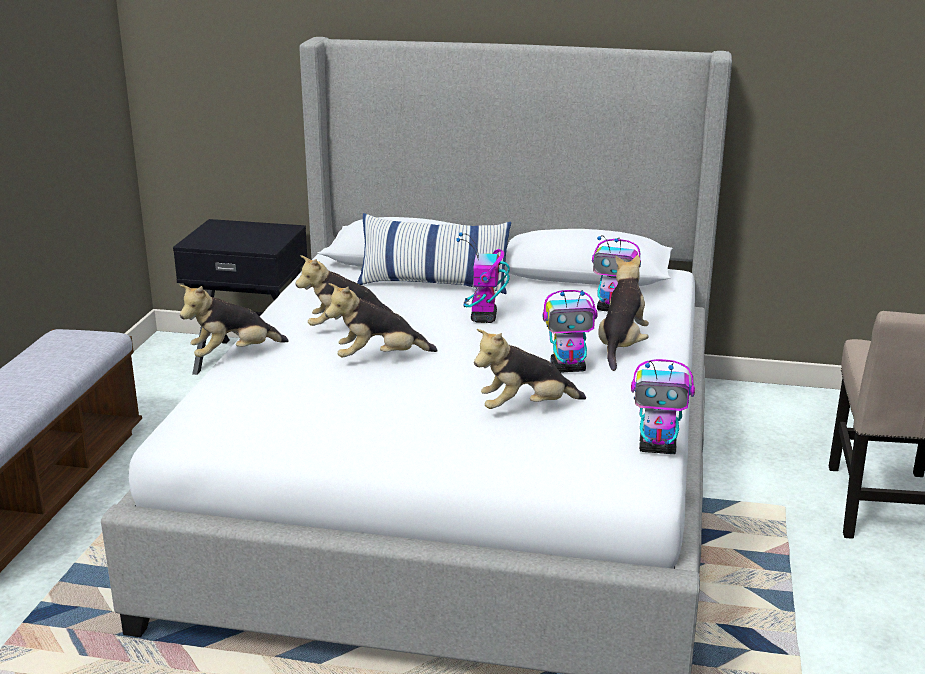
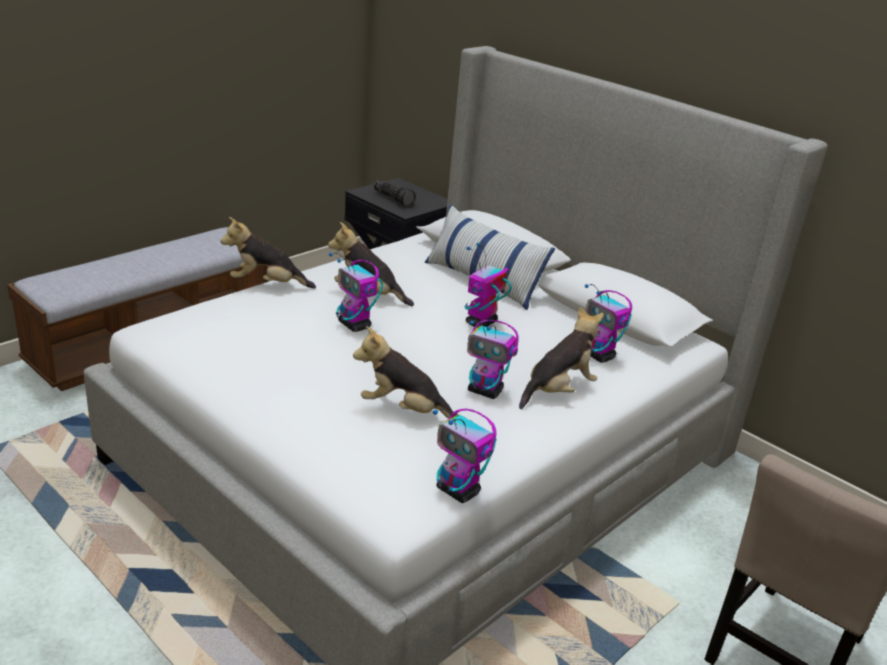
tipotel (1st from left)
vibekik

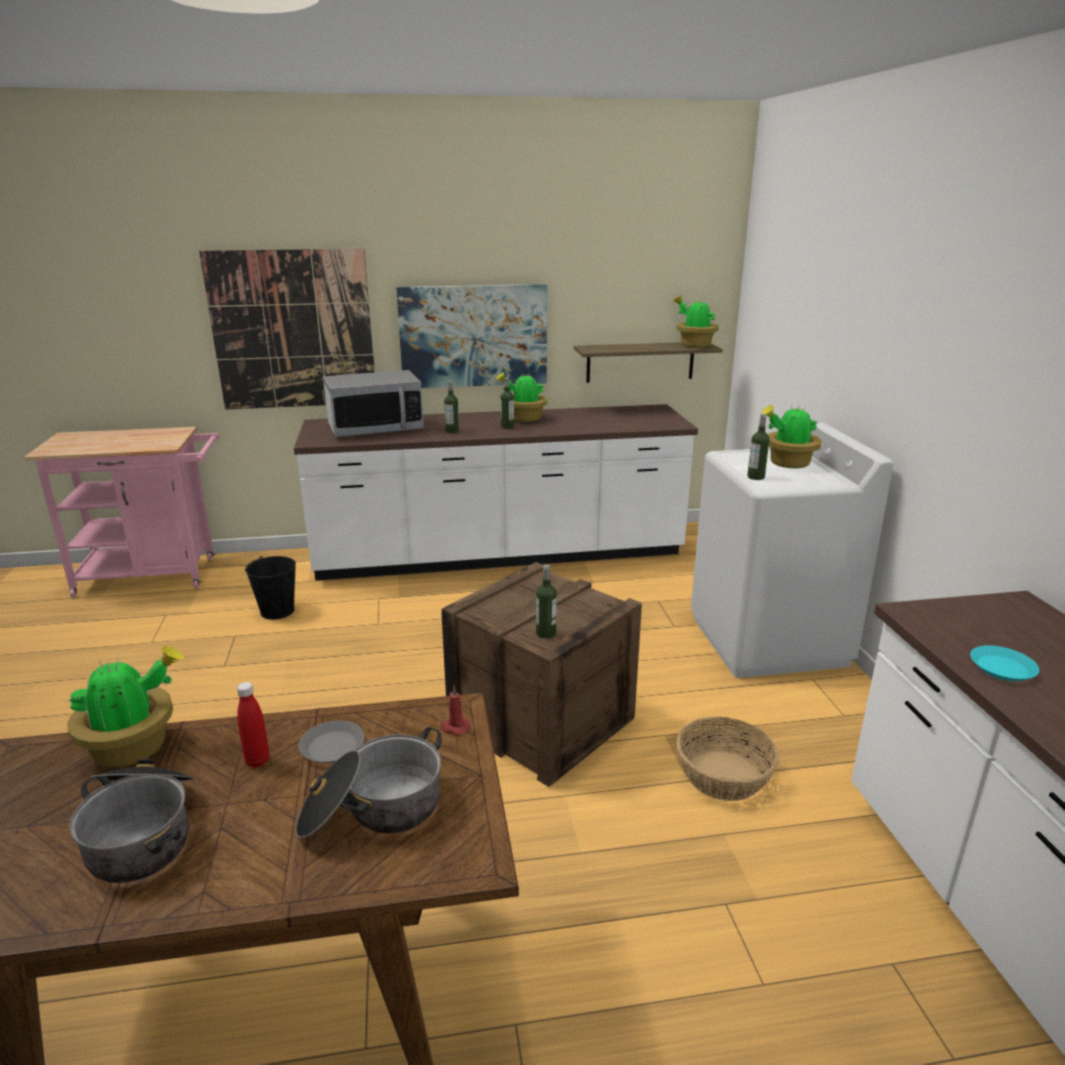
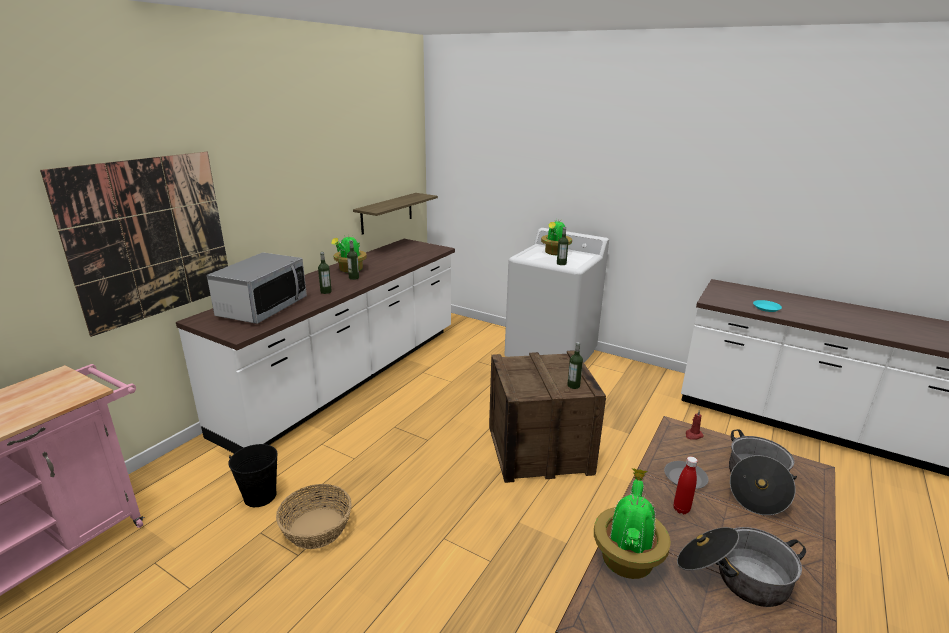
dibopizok (2nd from left in the first image)
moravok (3rd from left in the first image)
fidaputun

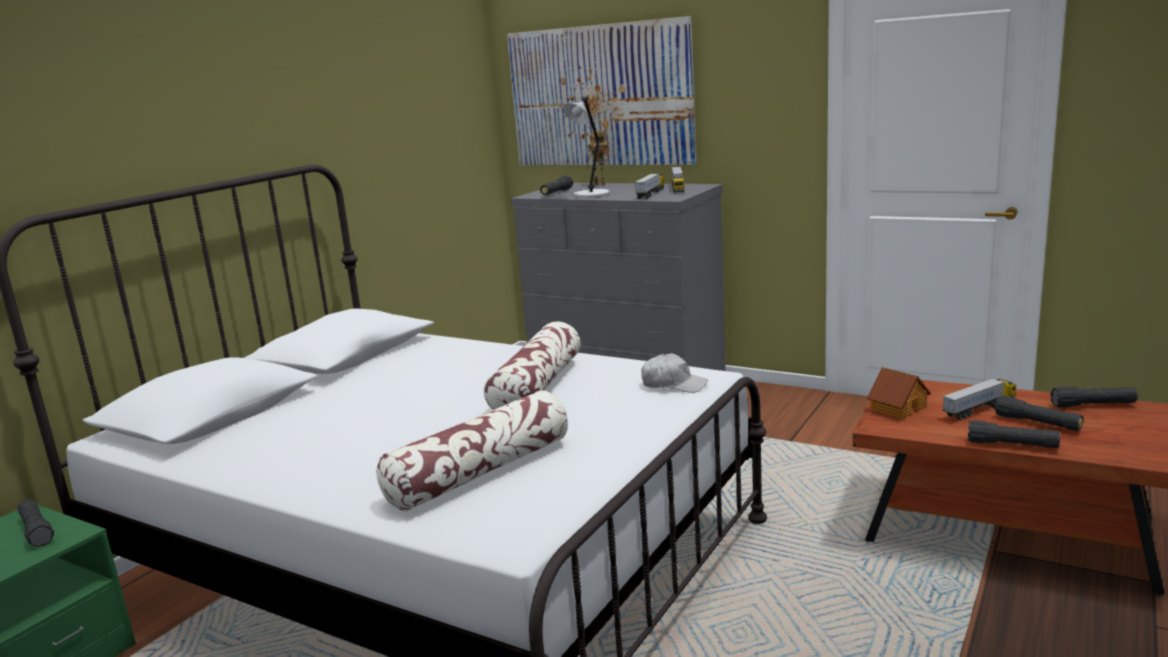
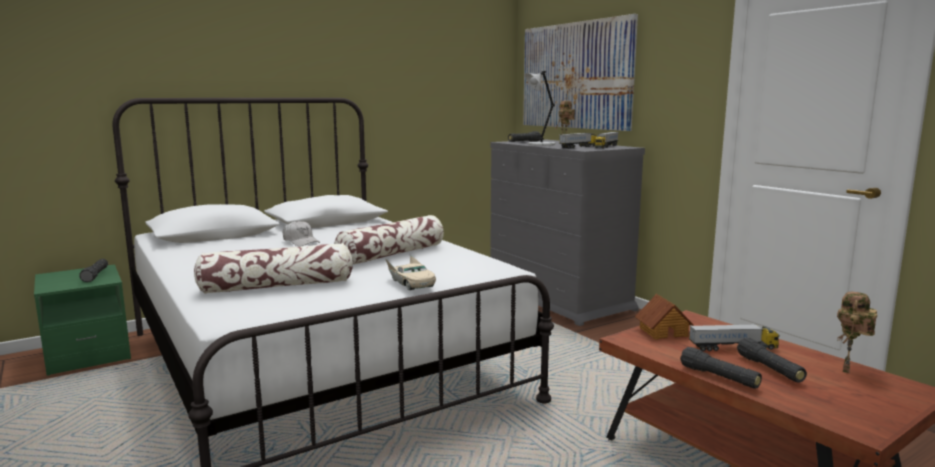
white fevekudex
tipotel (2nd from left)
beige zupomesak

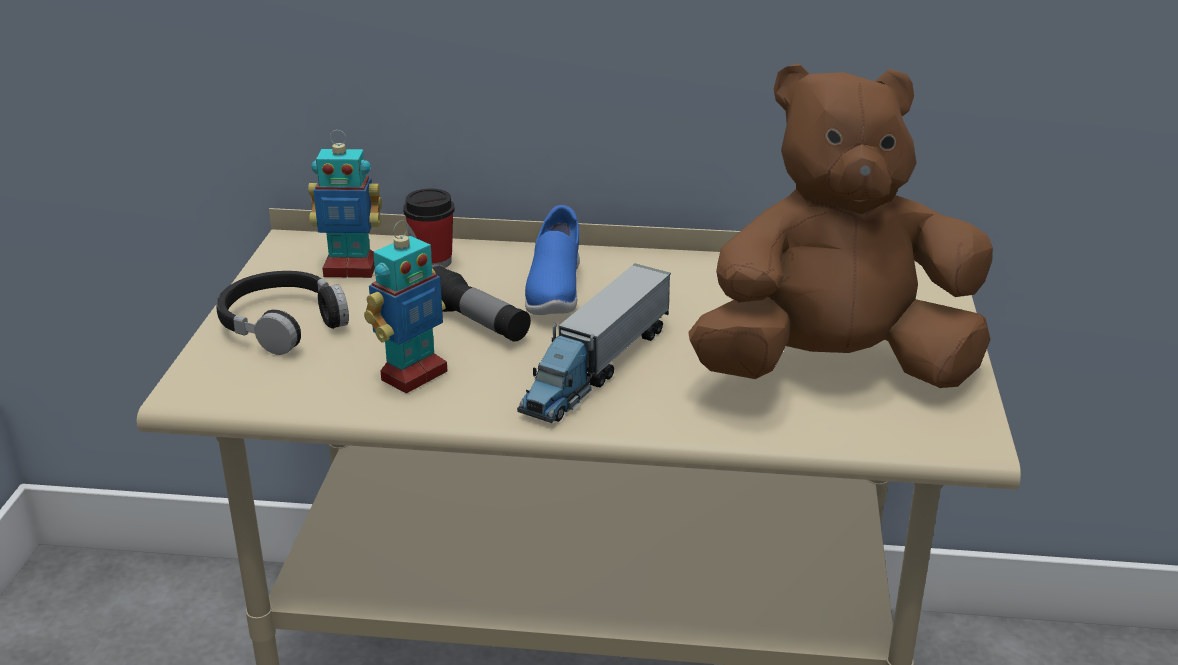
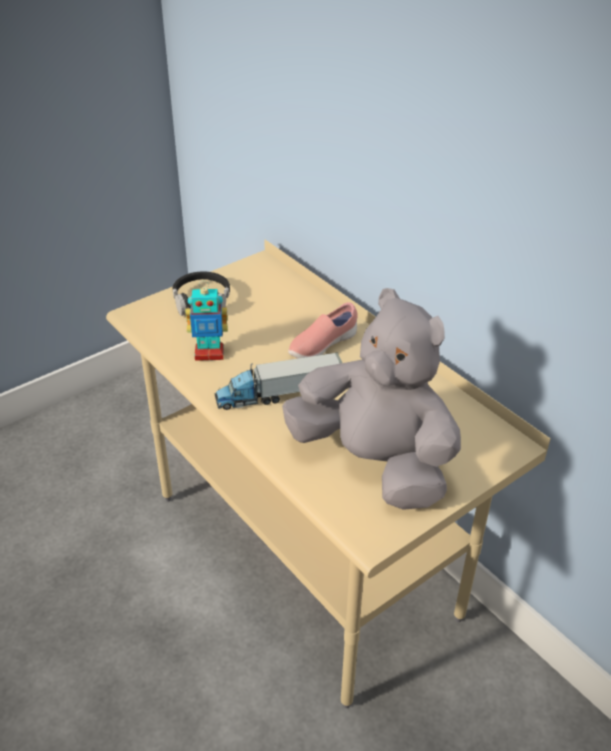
tipotel (1st from left in the first image)
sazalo
vibekik
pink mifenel
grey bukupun

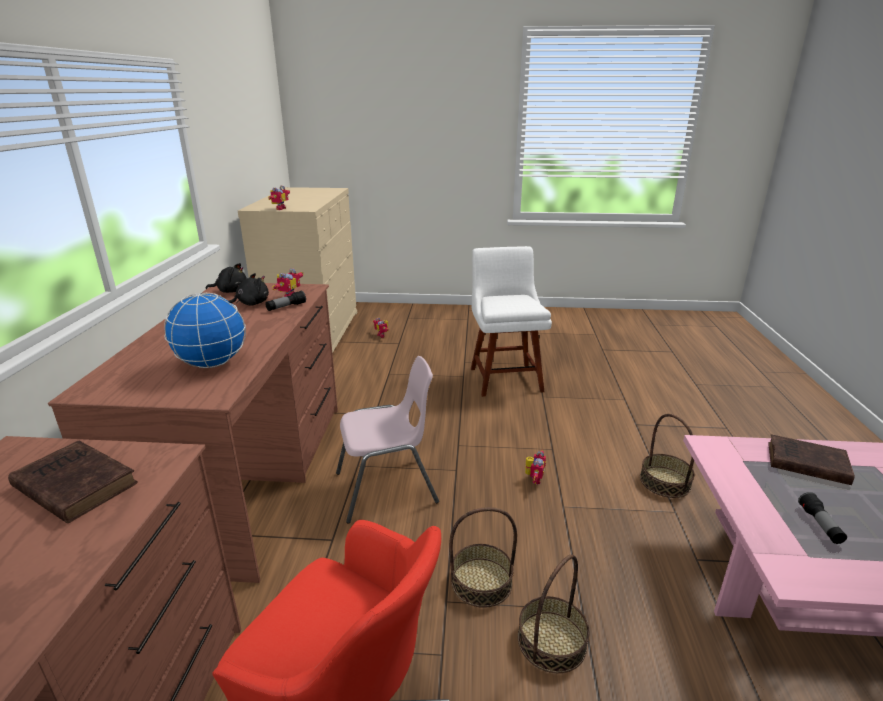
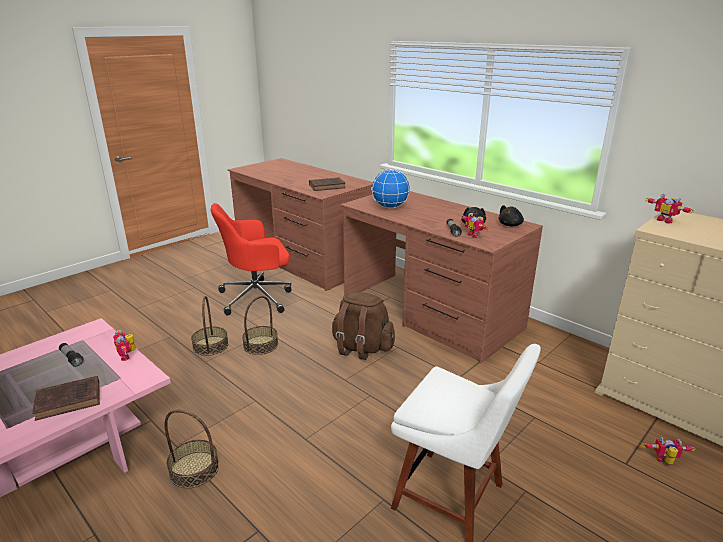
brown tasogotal
tipotel (1st from left)

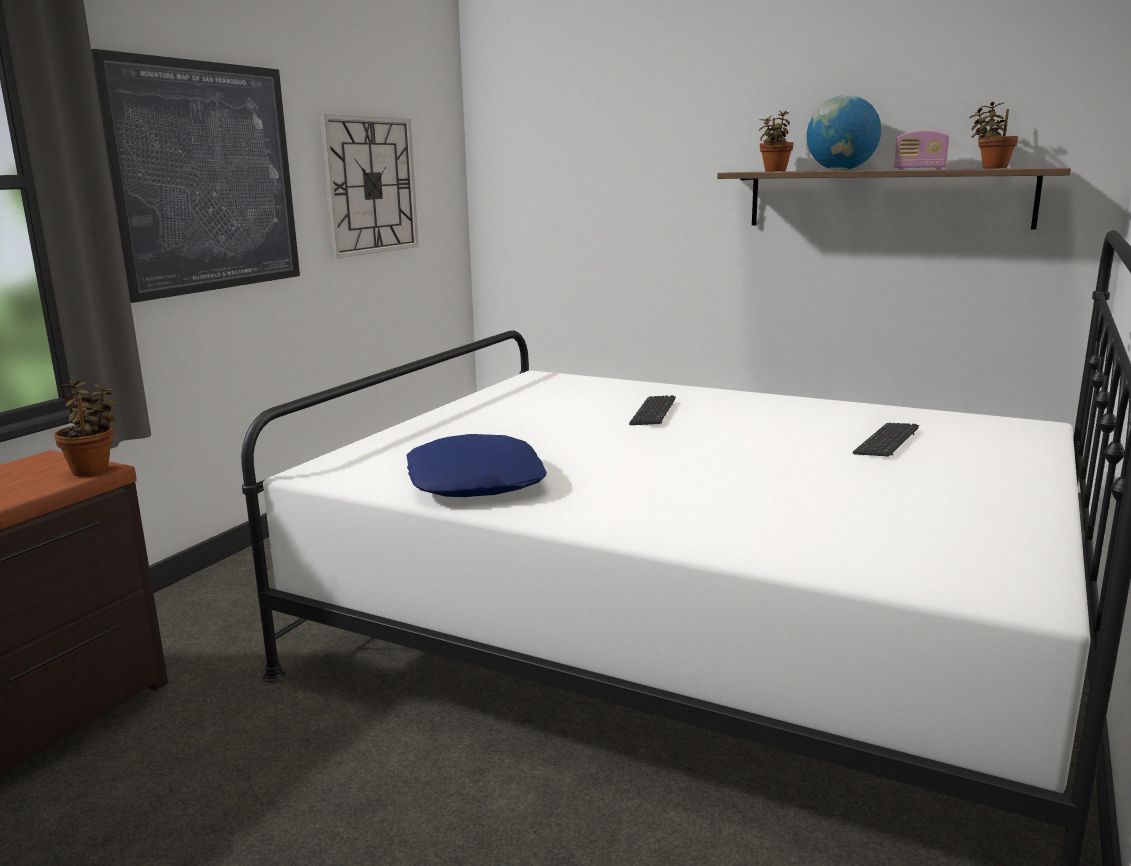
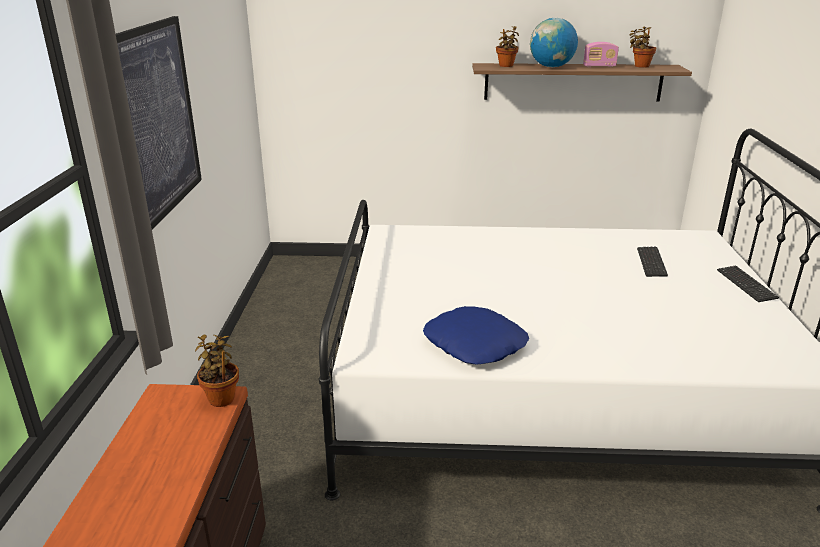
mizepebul
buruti (2nd from left)

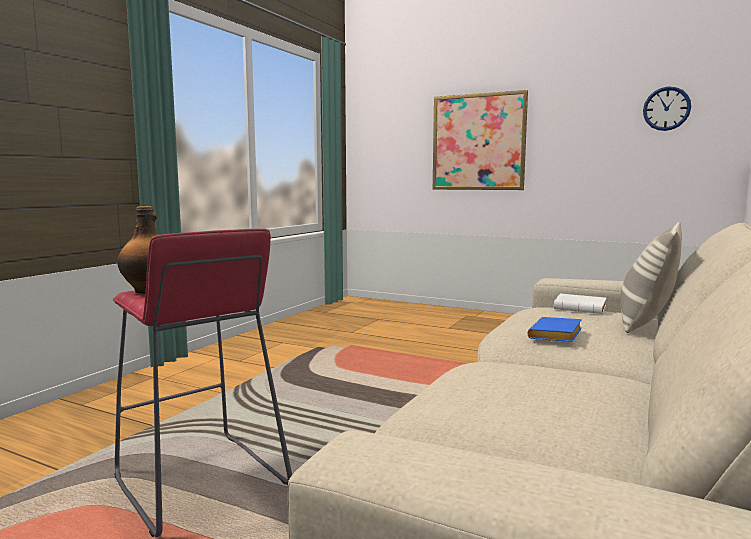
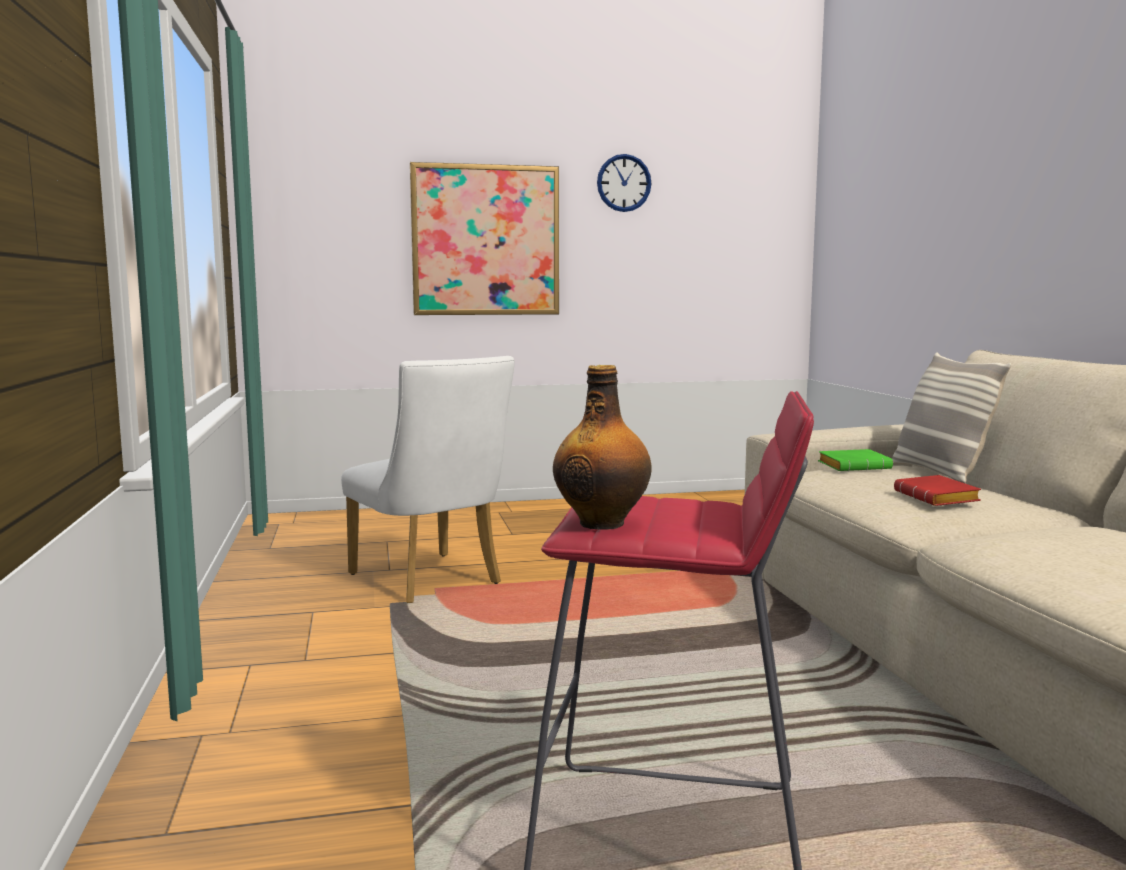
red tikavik
green tikavik
mizepebul
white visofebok

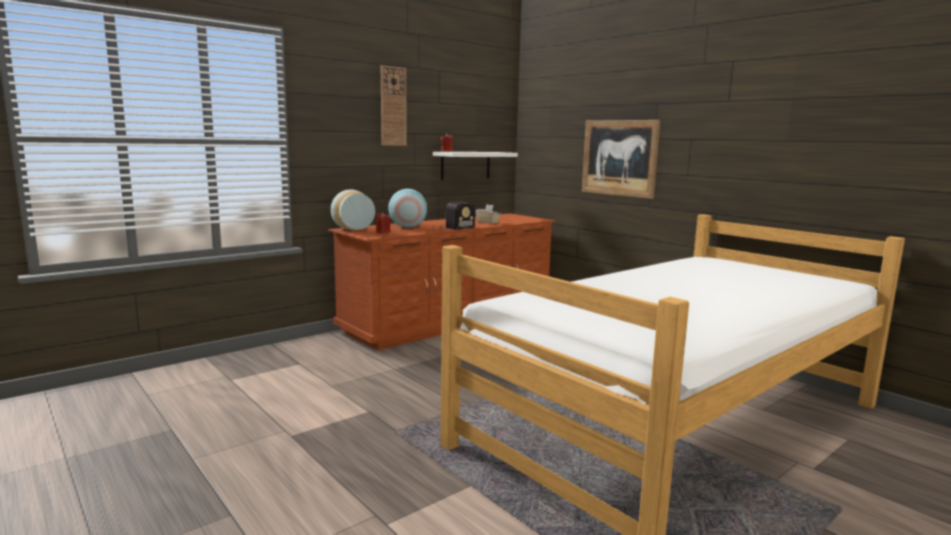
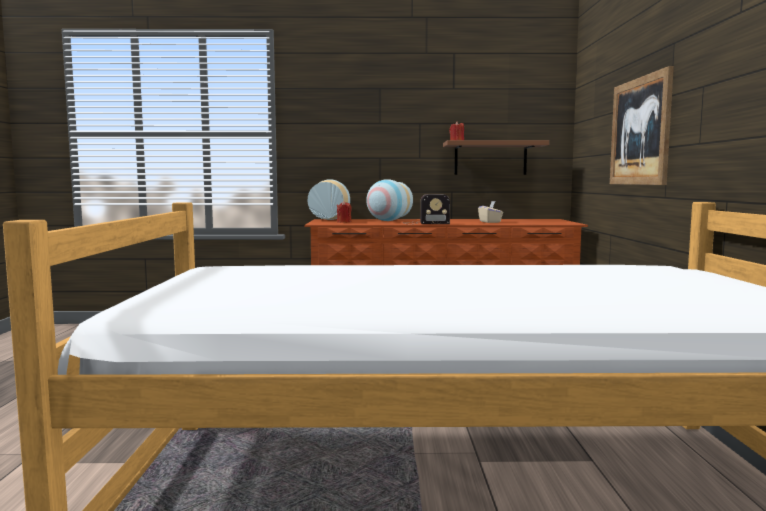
mizepebul
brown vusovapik

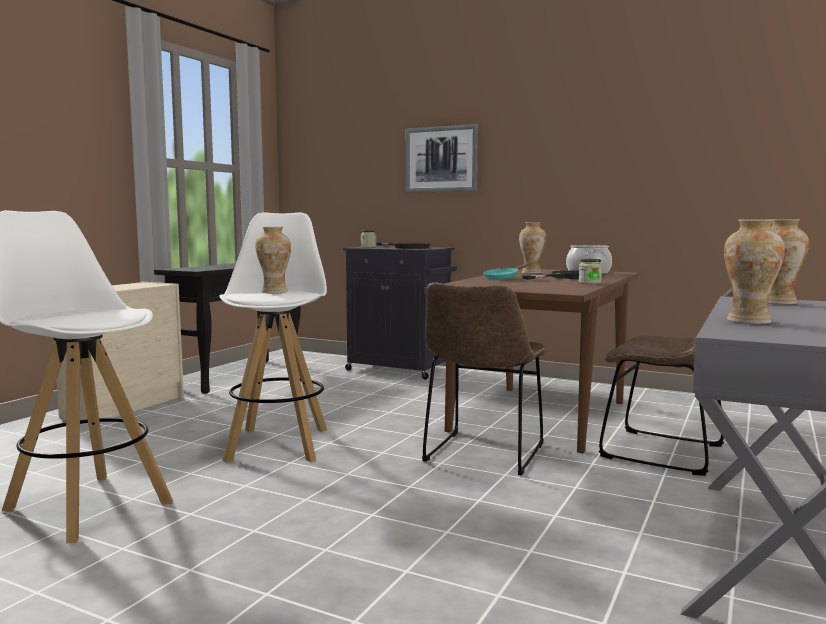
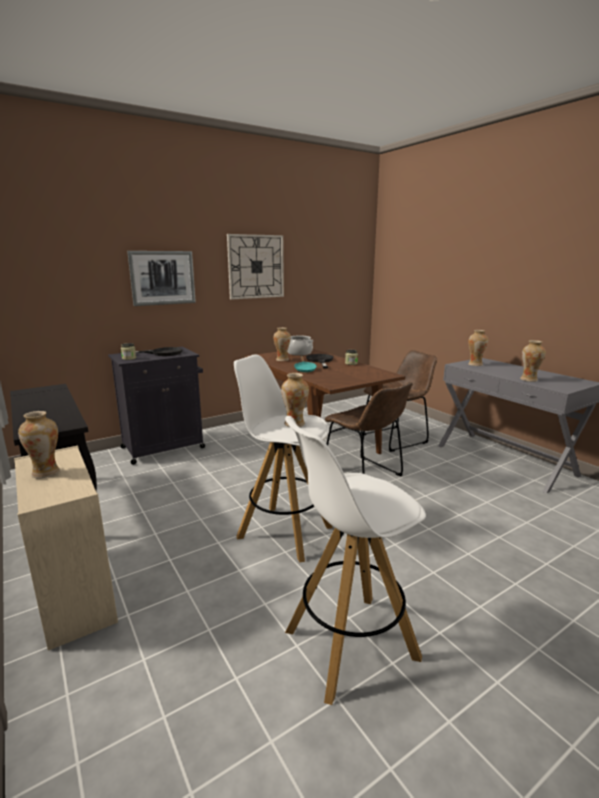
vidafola (1st from left)
mizepebul

